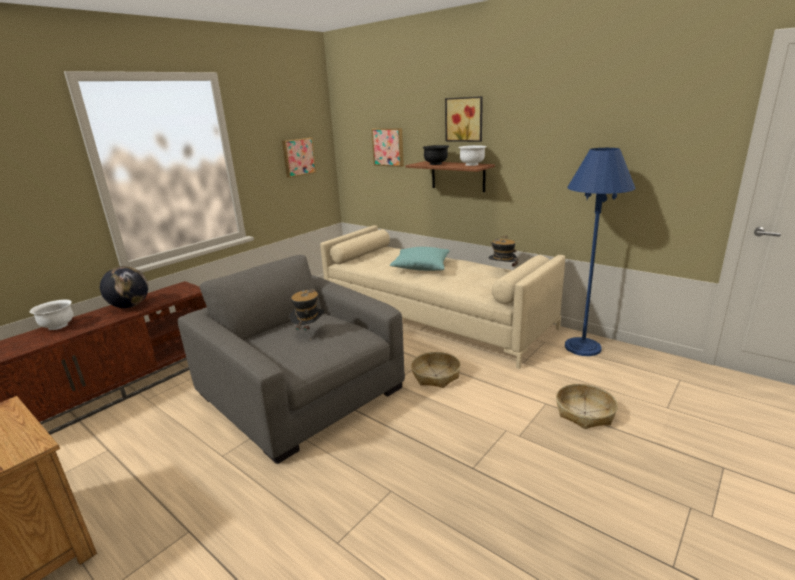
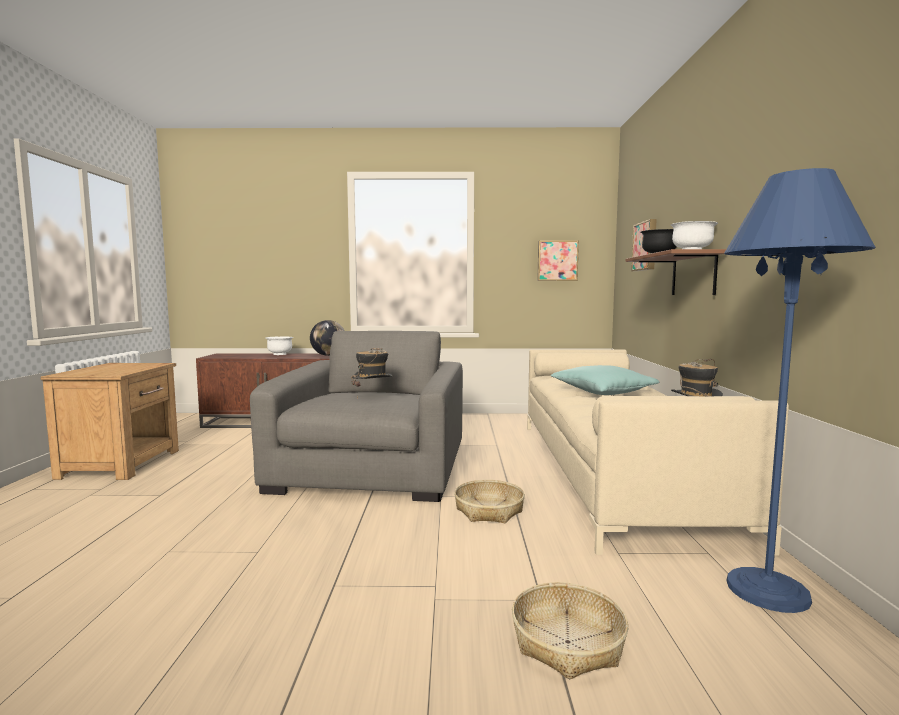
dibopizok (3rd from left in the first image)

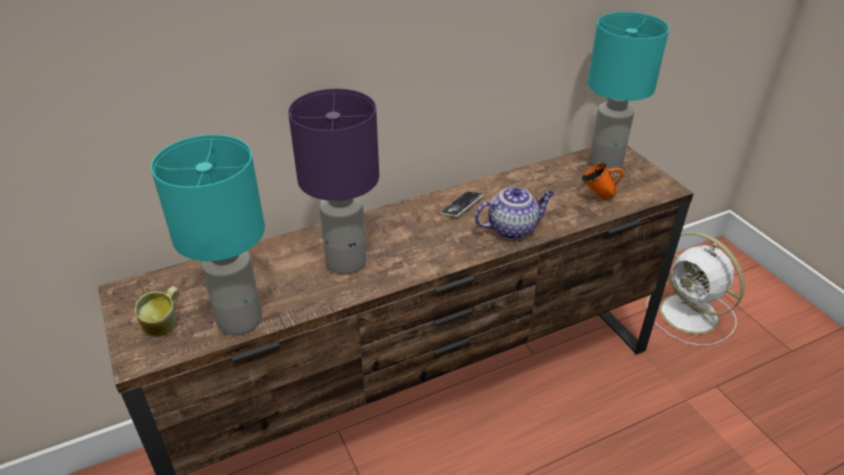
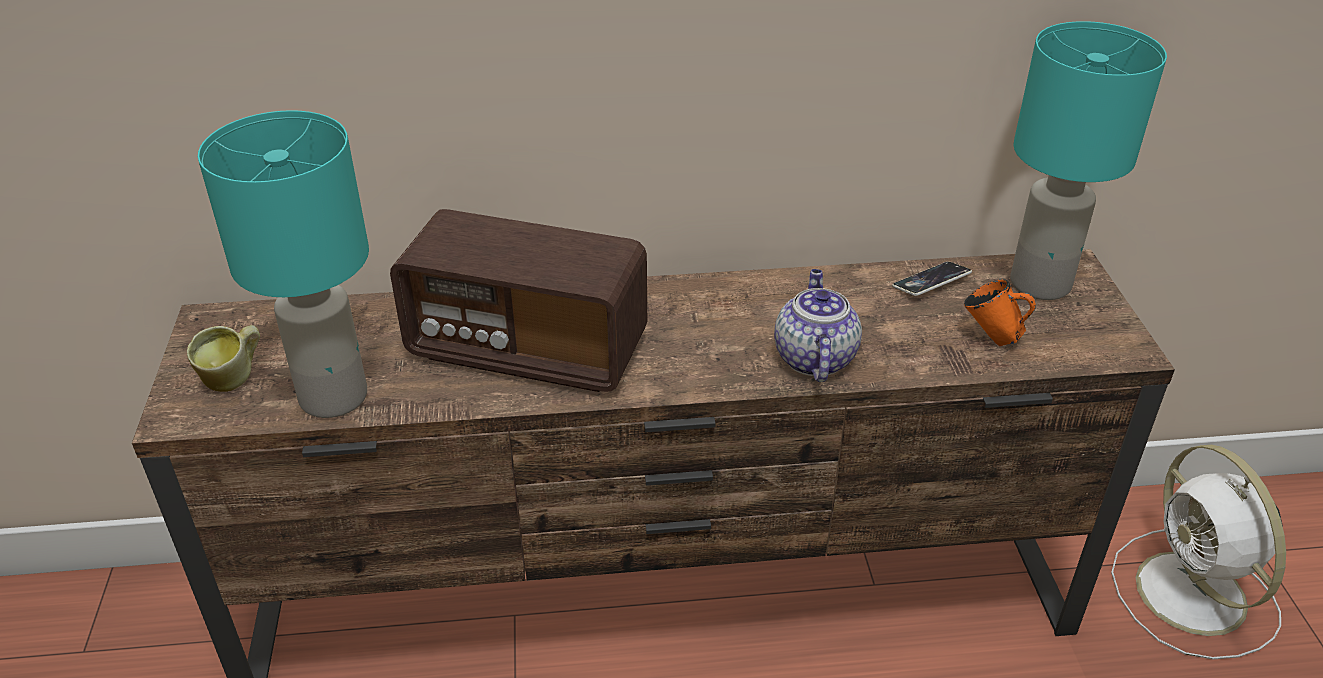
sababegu
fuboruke
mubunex

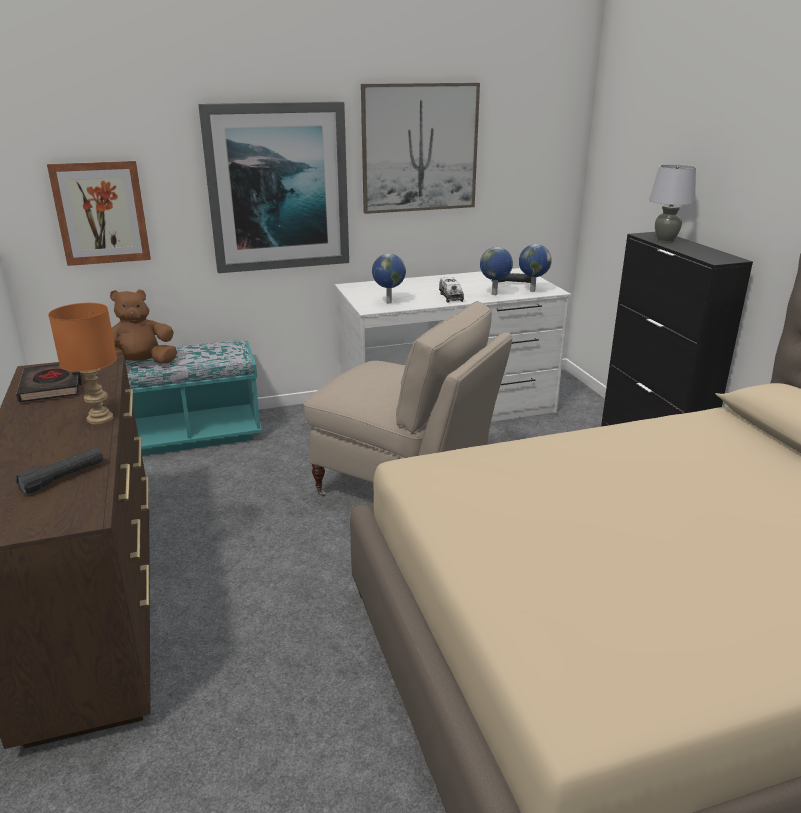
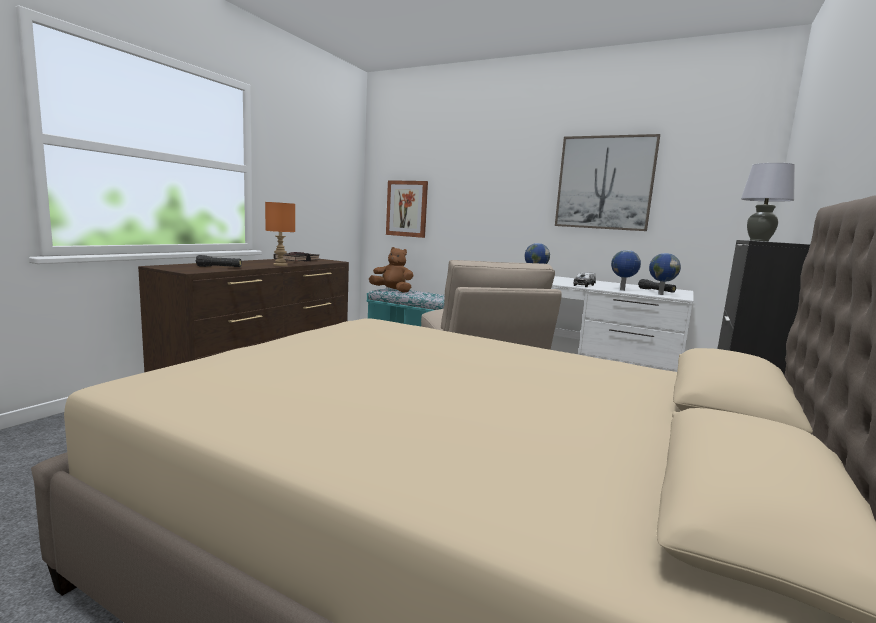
dibopizok (2nd from left in the first image)

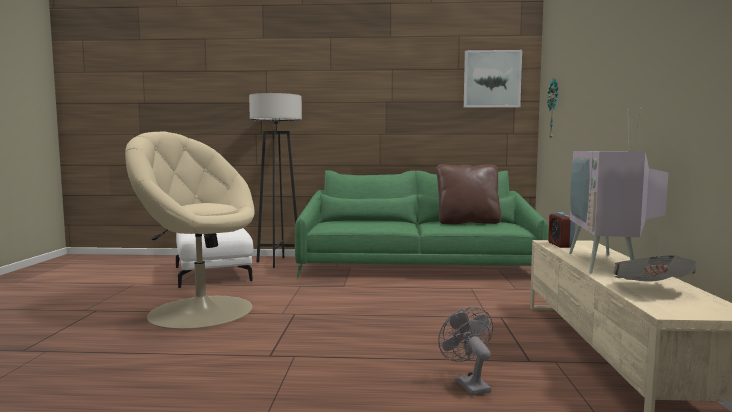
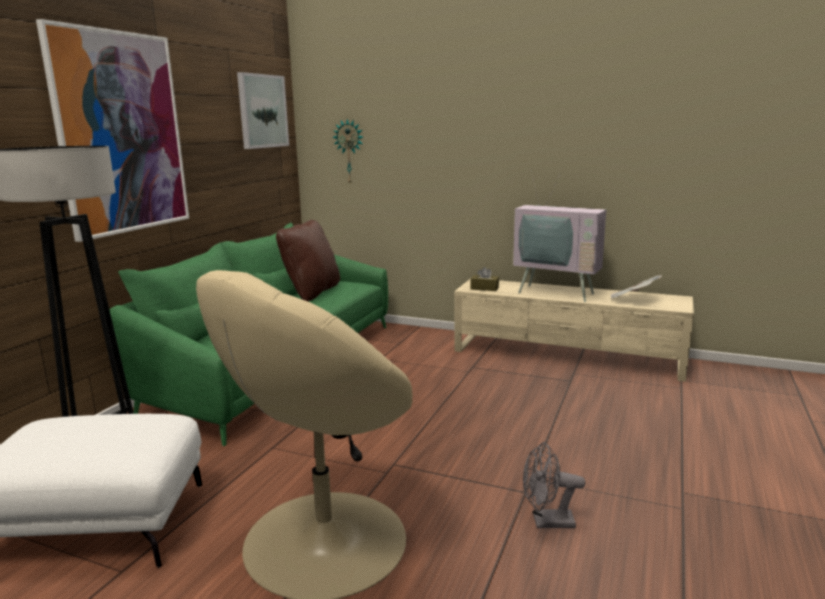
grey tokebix
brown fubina
dibopizok (1st from left)

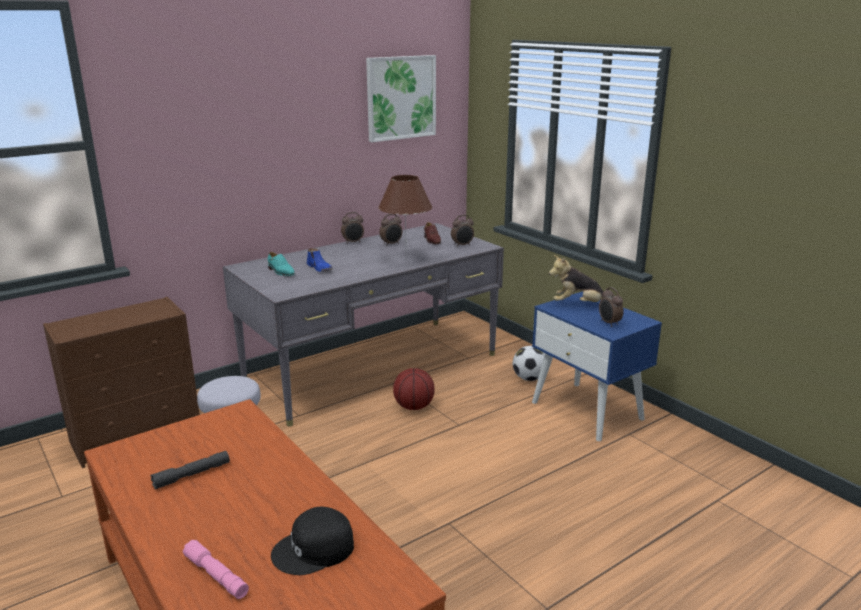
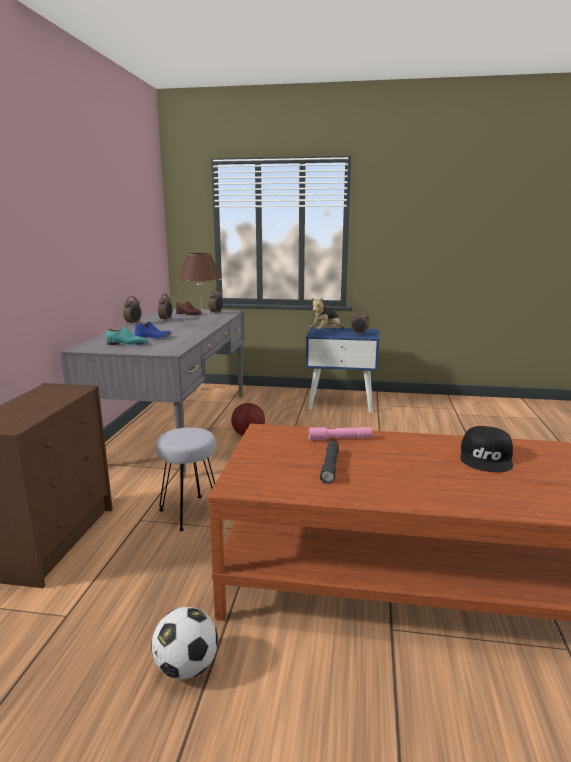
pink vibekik
dibopizok
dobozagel

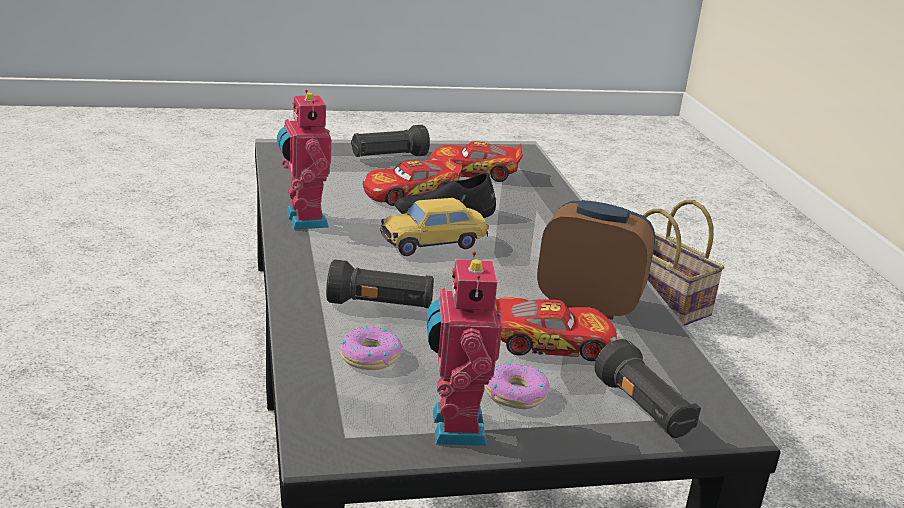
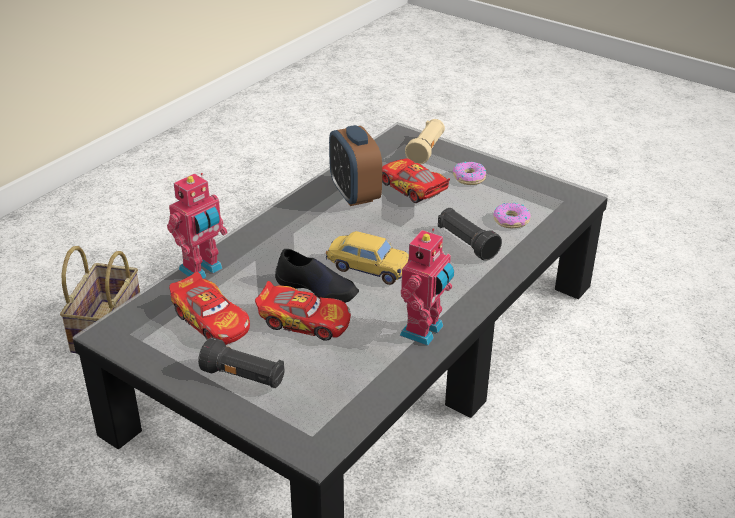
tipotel (1st from left)
beige vibekik

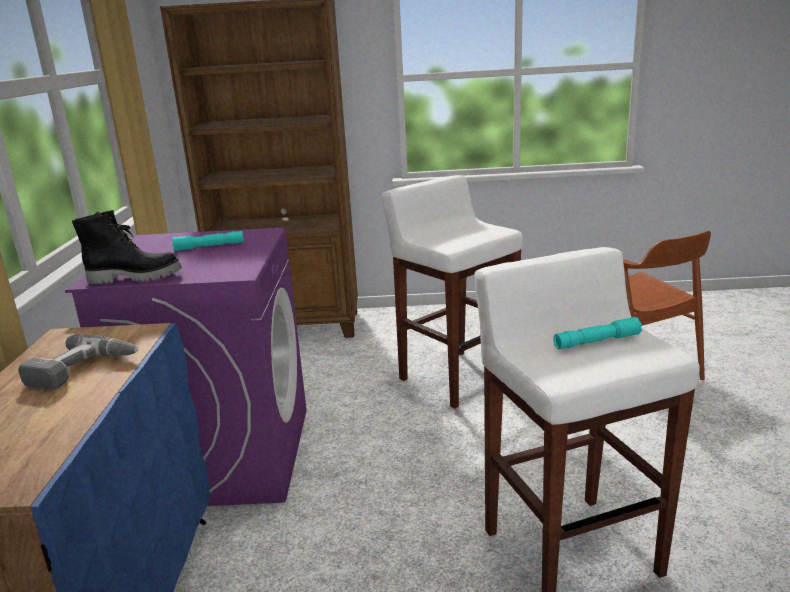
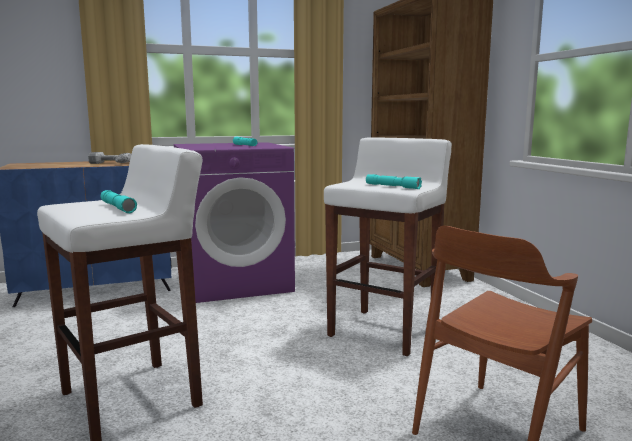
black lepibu
turquoise vibekik (3rd from left)

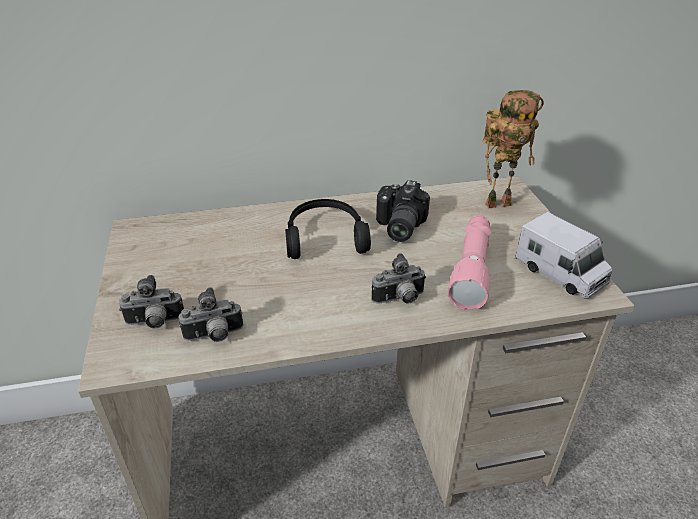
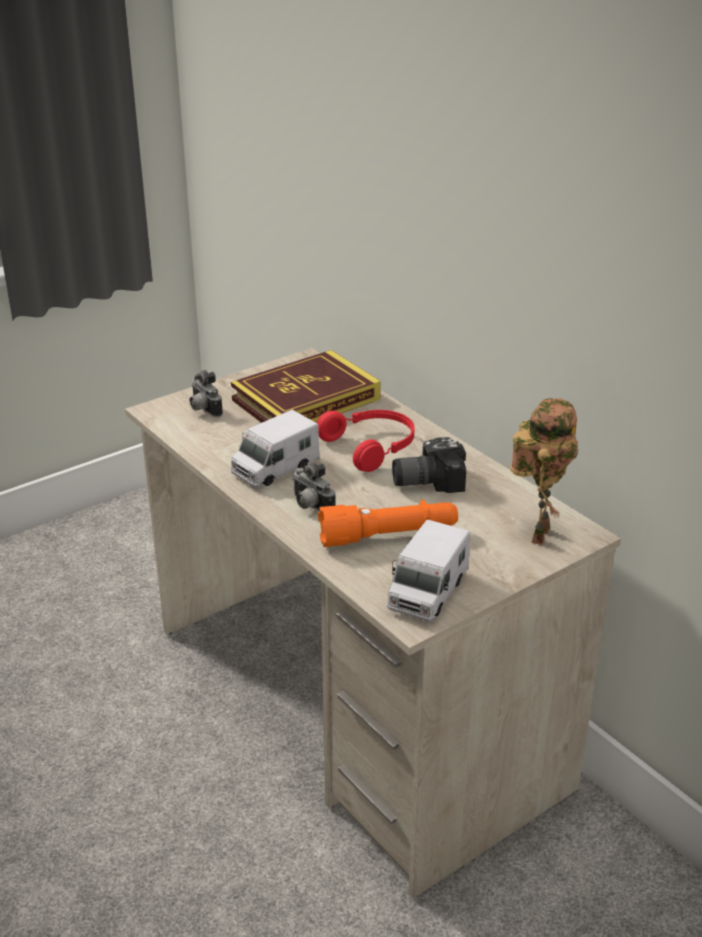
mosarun (2nd from left in the first image)
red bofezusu
orange vibekik
tipotel
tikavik
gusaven (1st from left)

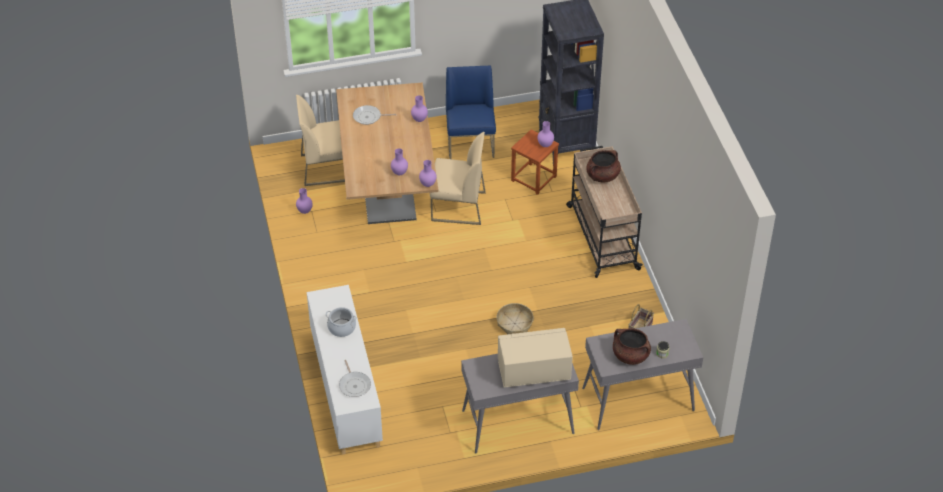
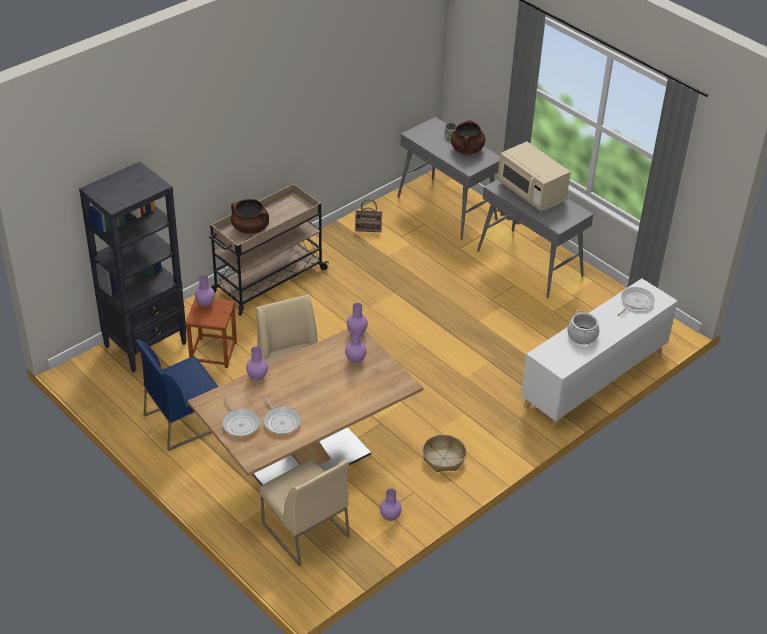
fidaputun (2nd from left)
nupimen (1st from left)

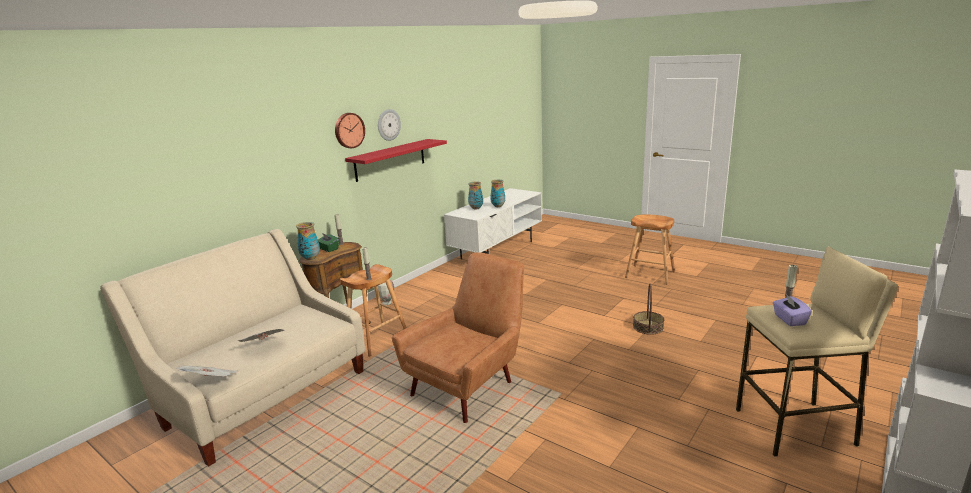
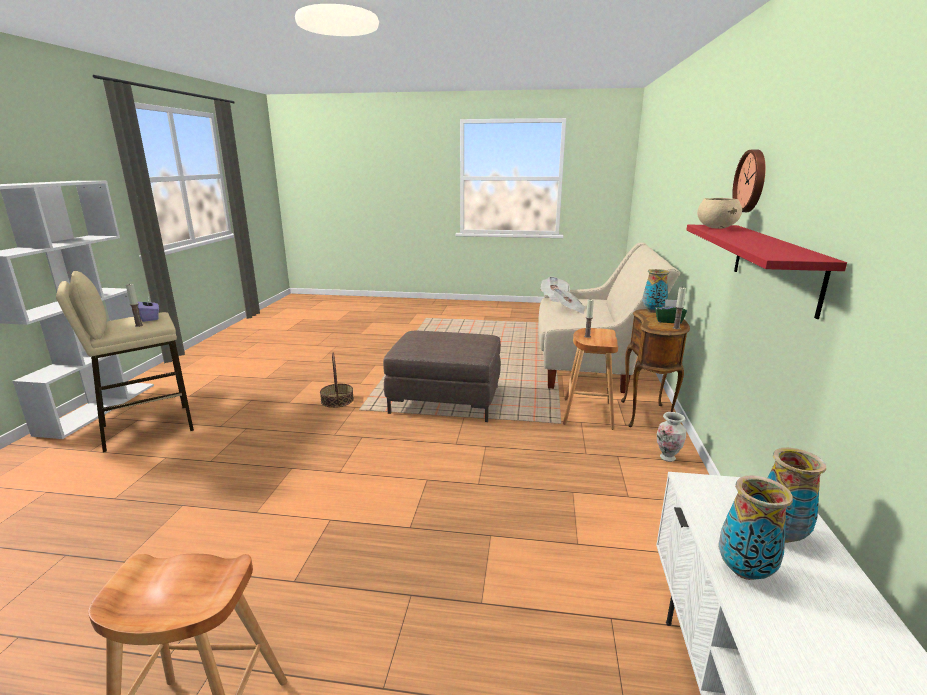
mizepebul (2nd from left in the first image)
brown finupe
fidaputun
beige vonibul

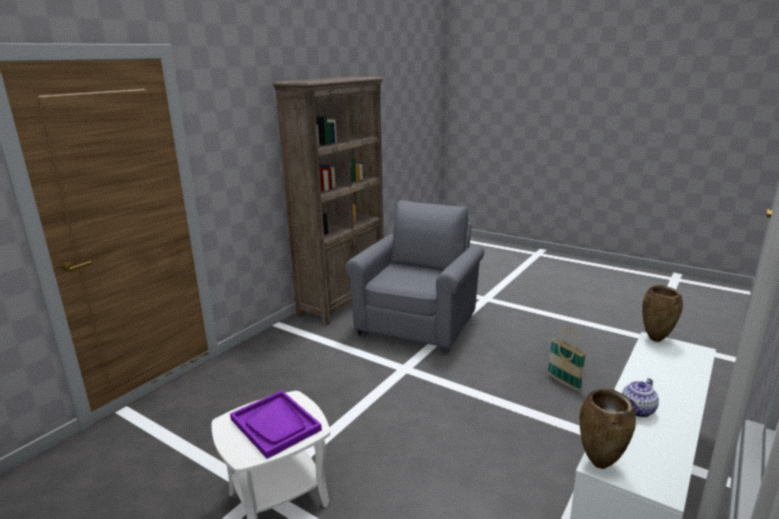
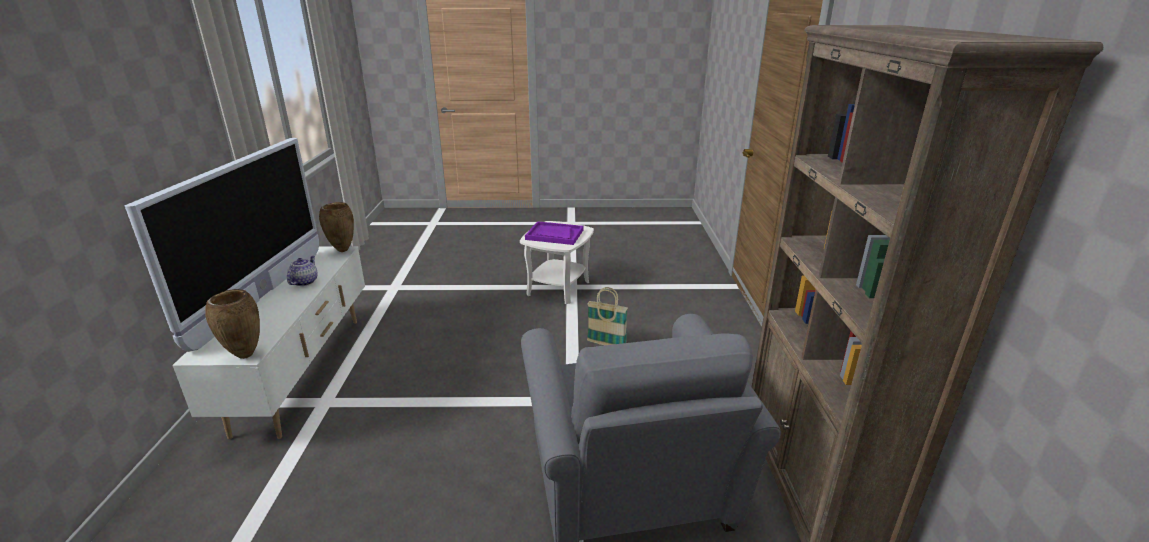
fidaputun
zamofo

